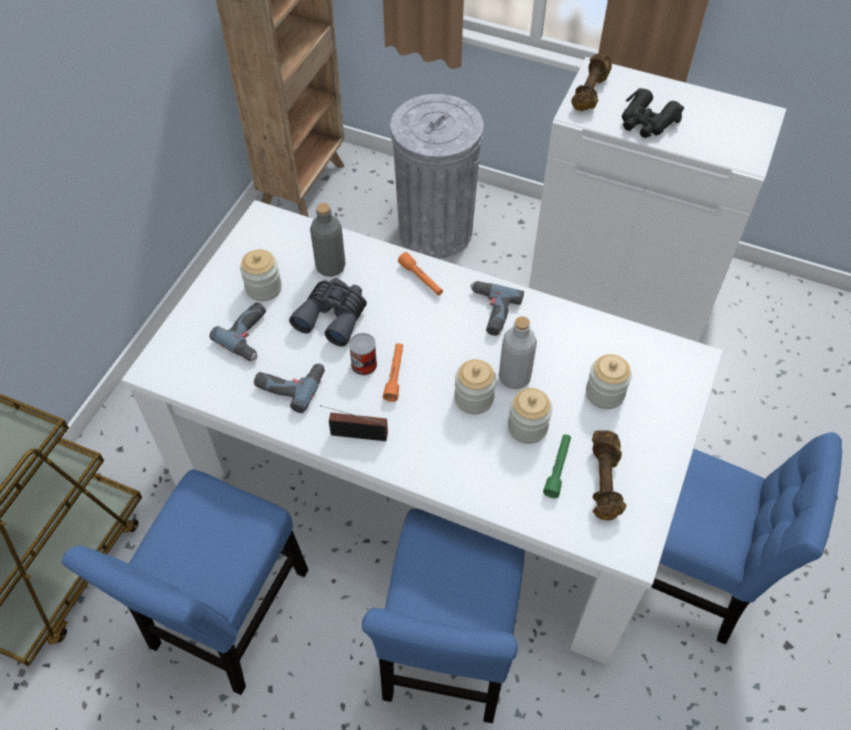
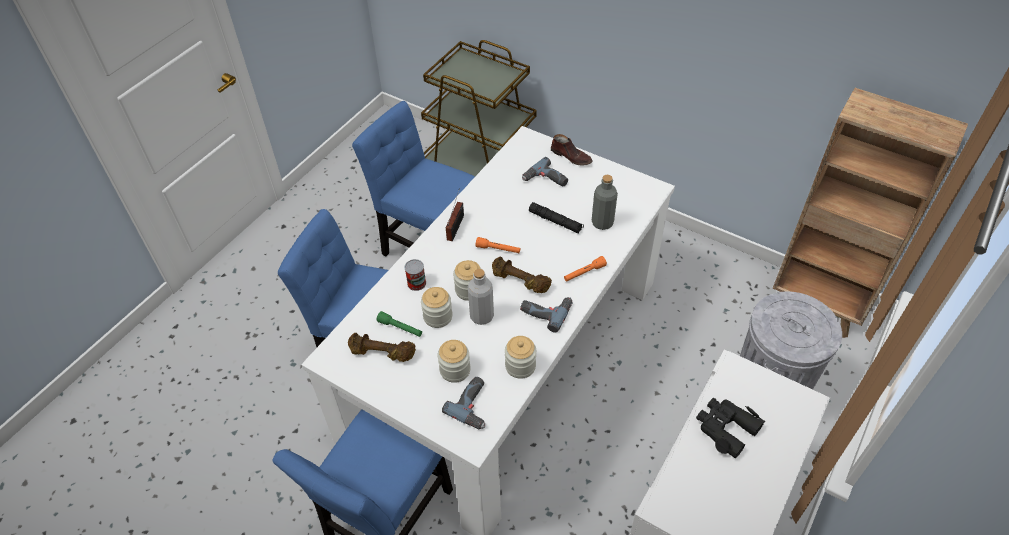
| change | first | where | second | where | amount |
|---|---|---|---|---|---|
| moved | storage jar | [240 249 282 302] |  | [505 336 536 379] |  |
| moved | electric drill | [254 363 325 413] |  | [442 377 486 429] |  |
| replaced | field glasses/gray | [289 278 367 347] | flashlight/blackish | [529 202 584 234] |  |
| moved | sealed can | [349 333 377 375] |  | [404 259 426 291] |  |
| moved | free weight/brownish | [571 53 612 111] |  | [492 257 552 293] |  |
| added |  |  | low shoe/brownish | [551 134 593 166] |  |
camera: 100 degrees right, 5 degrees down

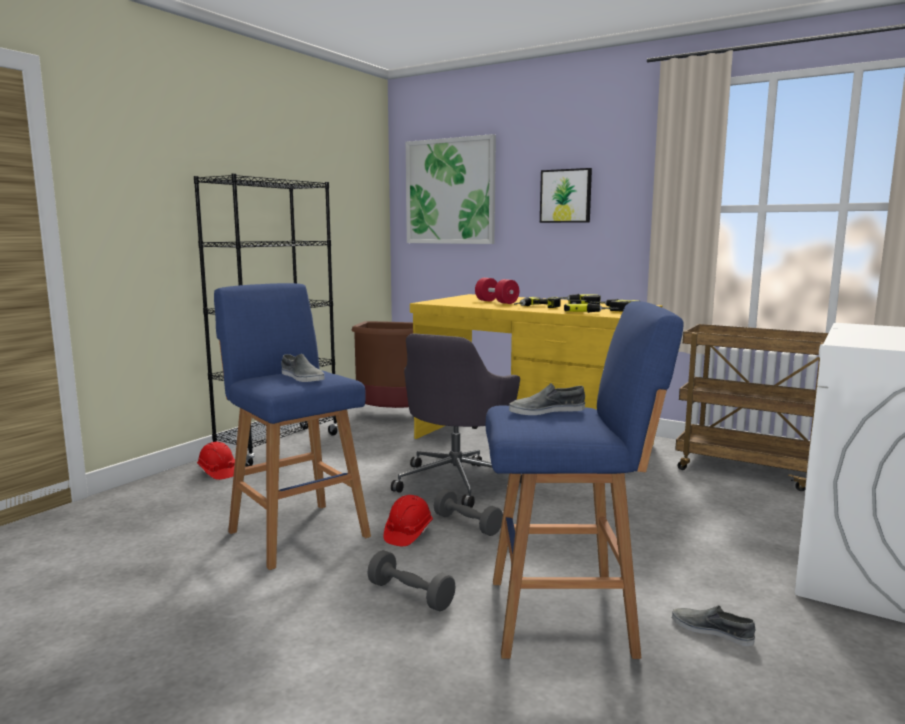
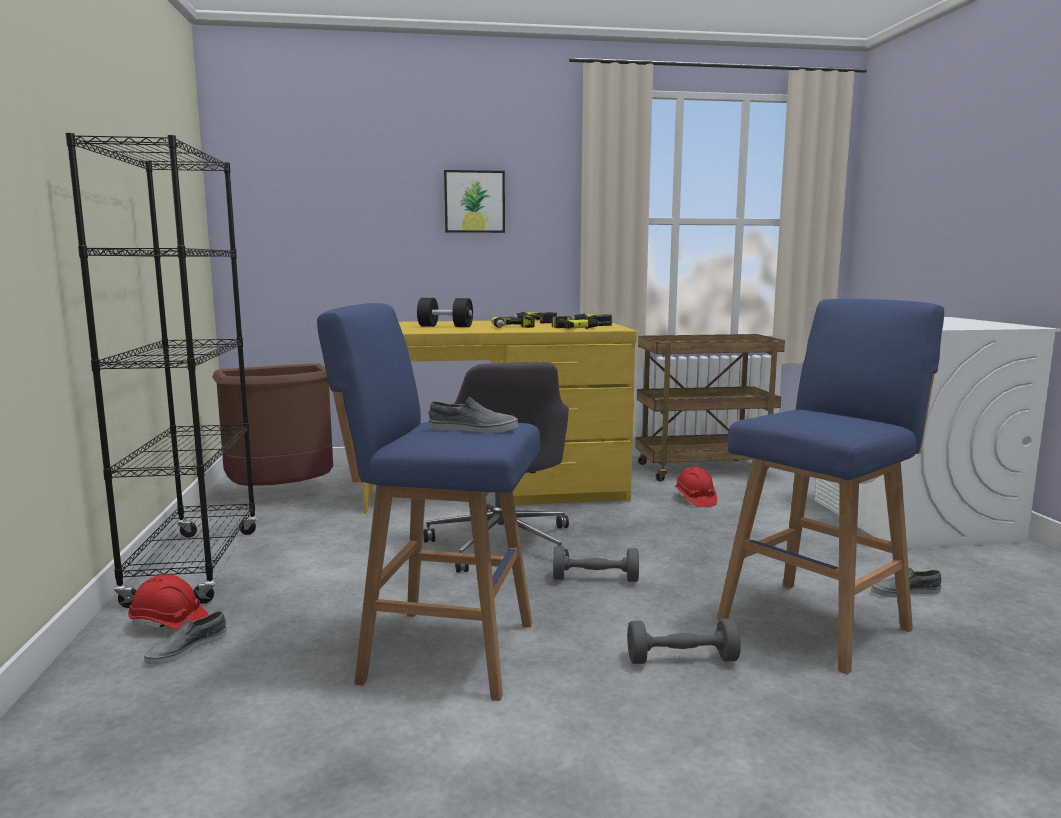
| change | first | where | second | where | amount |
|---|---|---|---|---|---|
| moved | work helmet/red-coloured | [384 495 433 546] |  | [675 467 717 507] |  |
| removed | wall art | [406 134 496 244] |  |  |  |
| recoloured | free weight/red-coloured | [475 278 519 304] | free weight/blackish | [417 298 473 327] |  |
| moved | low shoe/gray | [509 383 585 415] |  | [144 611 227 665] |  |
camera: 40 degrees left, 0 degrees up

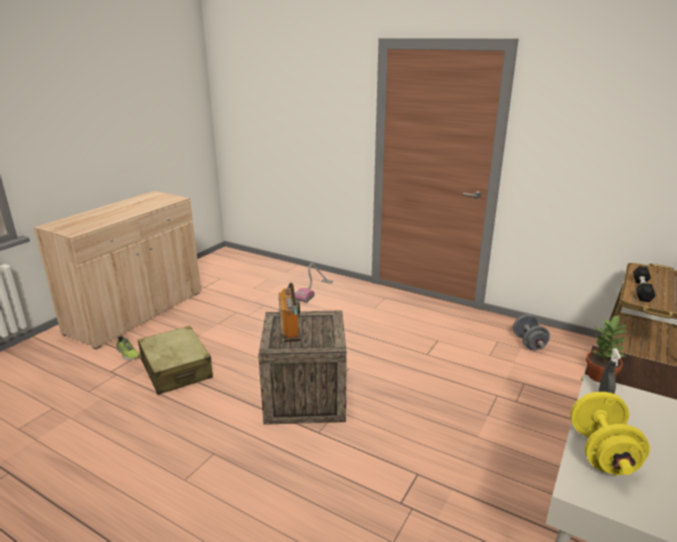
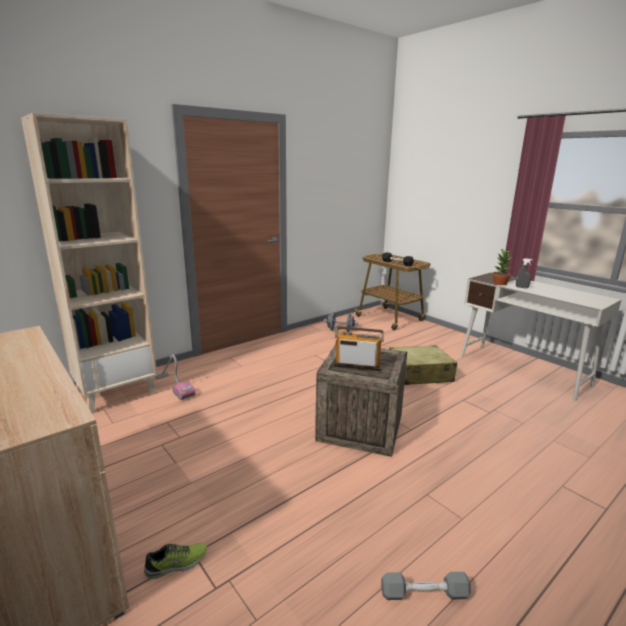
| change | first | where | second | where | amount |
|---|---|---|---|---|---|
| moved | piece of luggage/beige-coloured | [138 326 213 395] |  | [389 345 457 385] |  |
| removed | free weight/yellow-coloured | [570 392 650 475] |  |  |  |
| added |  |  | bookcase/beige-coloured | [21 113 157 413] |  |
| added |  |  | free weight/gray | [381 572 471 600] |  |
camera: 70 degrees left, 5 degrees down

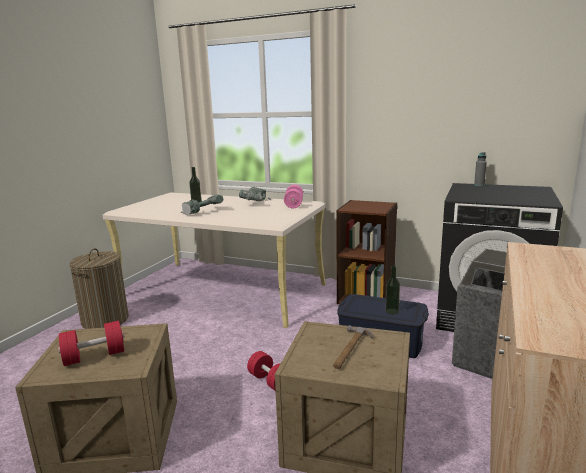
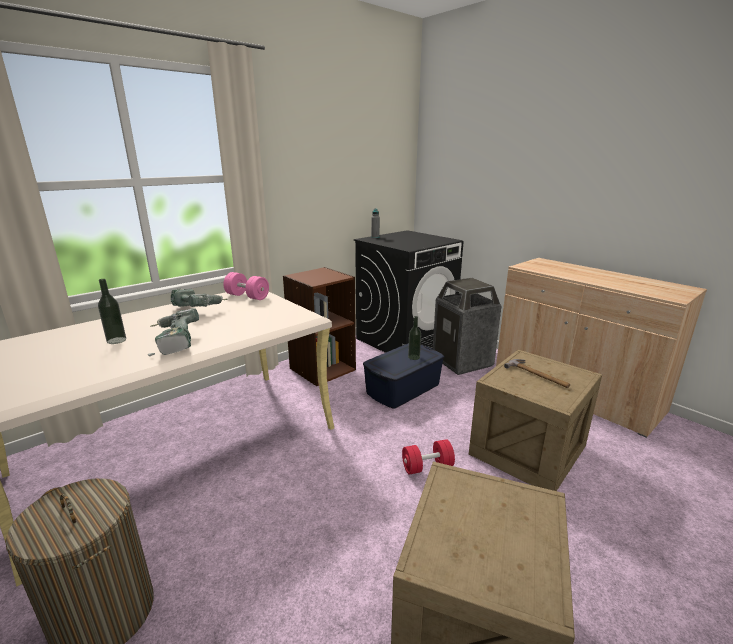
| change | first | where | second | where | amount |
|---|---|---|---|---|---|
| removed | free weight/red-coloured | [58 321 124 366] |  |  |  |
camera: 65 degrees left, 5 degrees up

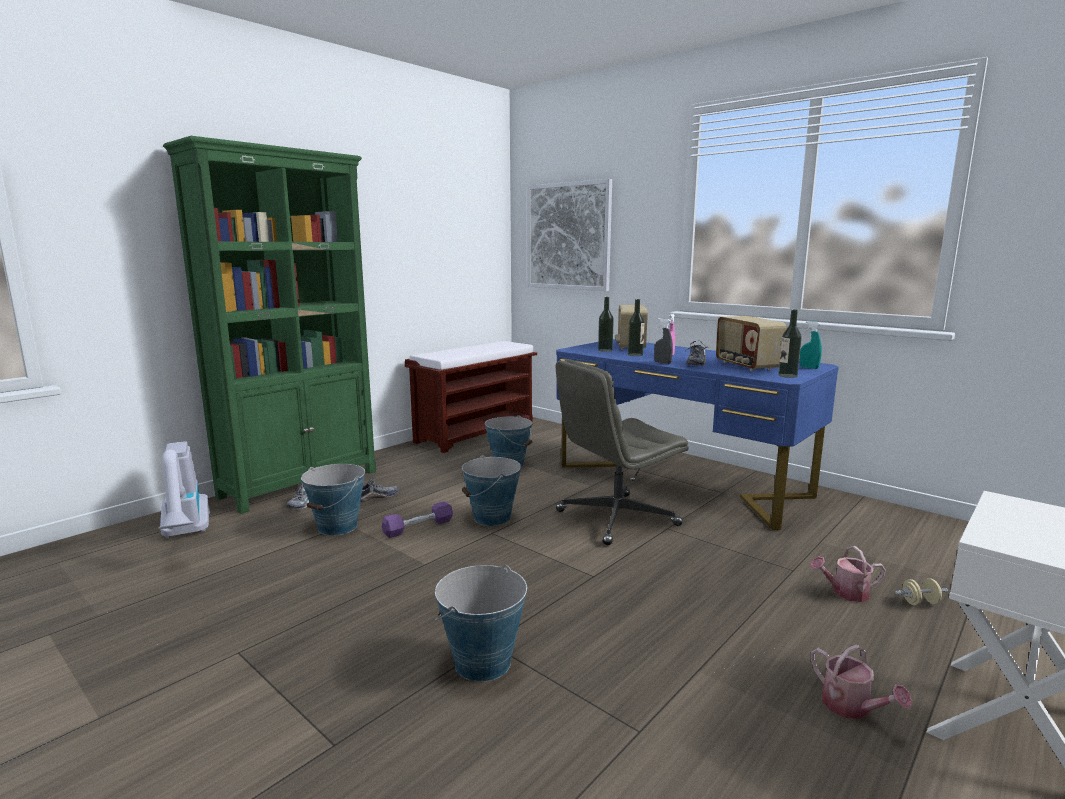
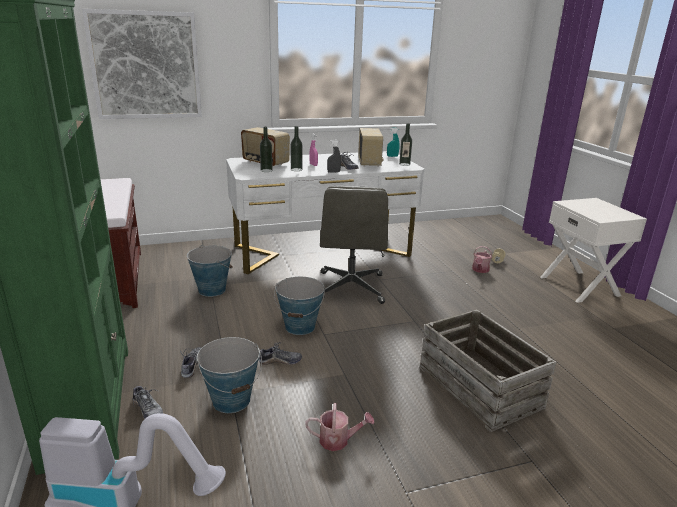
| change | first | where | second | where | amount |
|---|---|---|---|---|---|
| replaced | free weight/purple | [382 501 453 538] | low shoe | [259 342 302 365] |  |
| replaced | pail | [435 565 527 682] | packing crate | [419 309 557 432] |  |
| recoloured | desk/bluish | [556 339 839 530] | desk/white-coloured | [226 151 424 274] |  |
| turned | radio set | [716 316 787 371] |  | [358 128 383 167] | 105 degrees counterclockwise |
| moved | watering pot | [810 645 912 719] |  | [305 403 375 451] |  |
camera: 60 degrees left, 10 degrees up

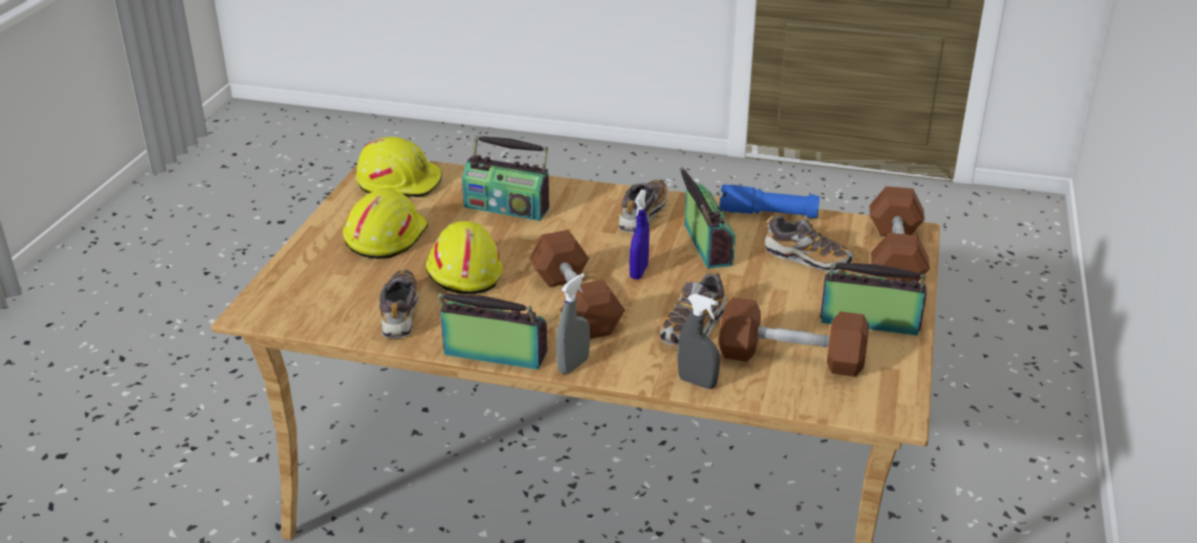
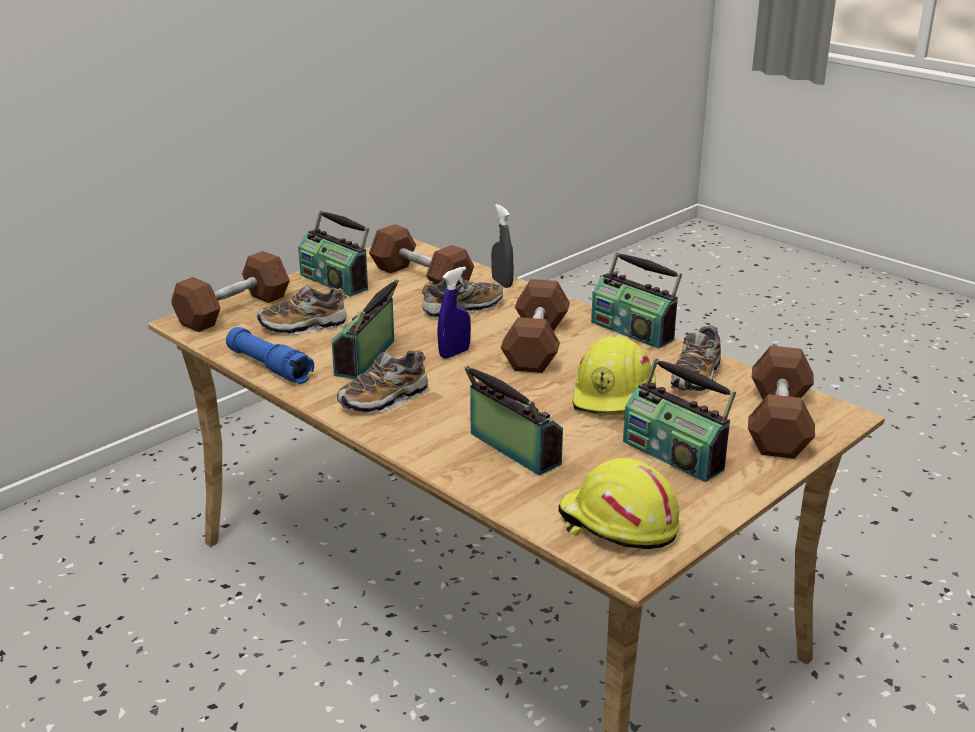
| change | first | where | second | where | amount |
|---|---|---|---|---|---|
| replaced | work helmet/yellow-coloured | [343 189 428 259] | radio set | [623 358 736 482] |  |
| removed | hand sprayer/gray | [556 273 590 374] |  |  |  |
| turned | low shoe | [765 215 853 272] |  | [257 285 347 335] | 75 degrees counterclockwise |
| added |  |  | free weight/brownish | [748 346 815 459] |  |
camera: 150 degrees left, 5 degrees down

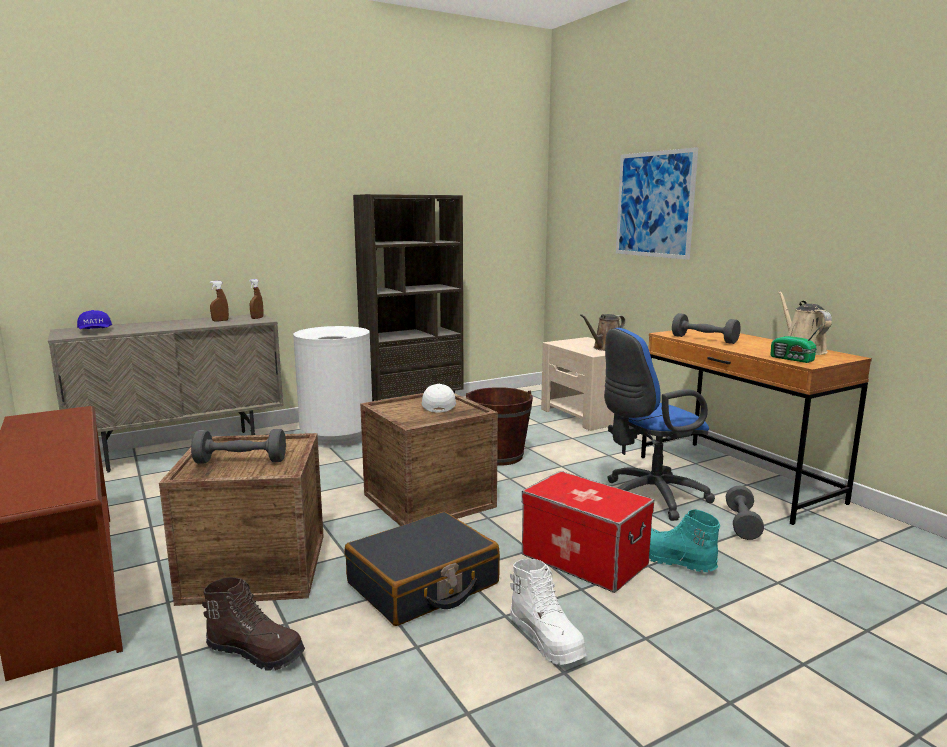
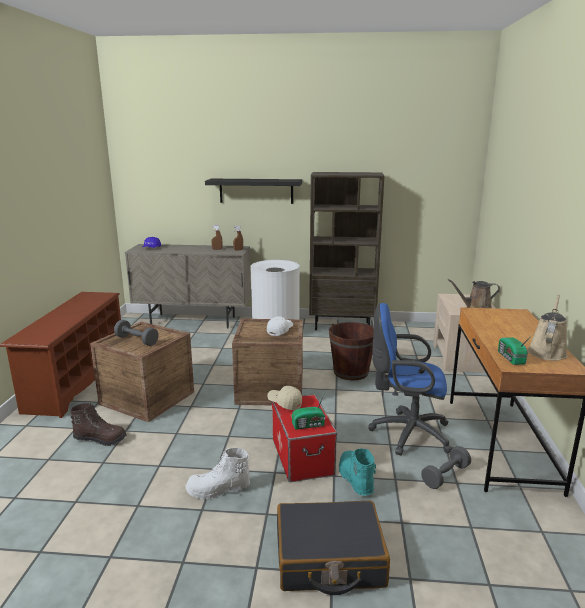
| change | first | where | second | where | amount |
|---|---|---|---|---|---|
| turned | boot/brownish | [202 577 305 671] |  | [70 403 127 446] | 45 degrees counterclockwise |
| moved | piece of luggage/blackish | [345 512 500 626] |  | [277 501 390 595] |  |
| turned | boot/white-coloured | [510 559 587 665] |  | [185 448 250 500] | 75 degrees clockwise |
| removed | wall art | [616 147 698 260] |  |  |  |
| removed | free weight/gray | [672 313 740 344] |  |  |  |
| added |  |  | wall shelf/blackish | [205 179 302 204] |  |
| added |  |  | peaked cap/beige-coloured | [267 386 302 410] |  |
| added |  |  | radio set | [292 394 325 430] |  |
camera: 35 degrees right, 5 degrees up

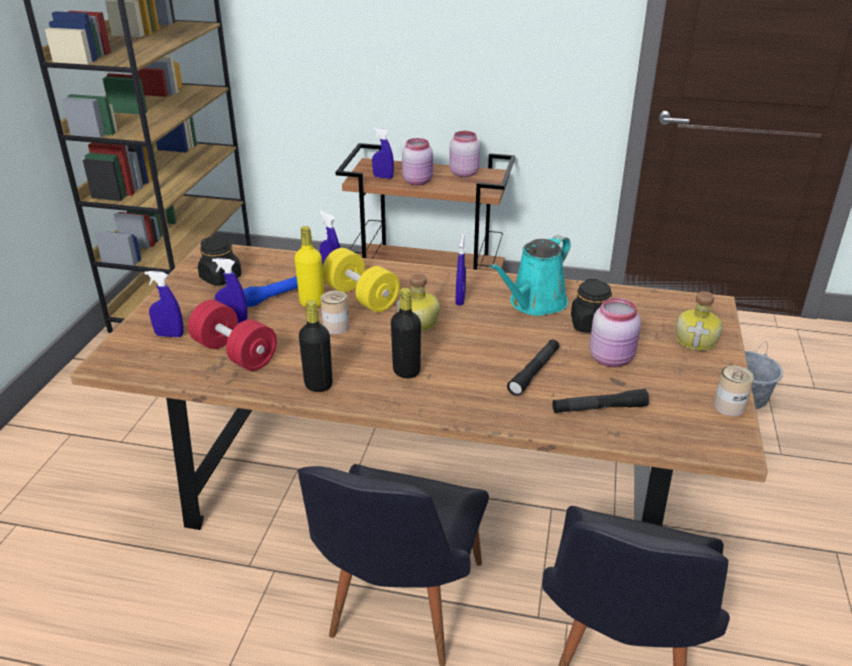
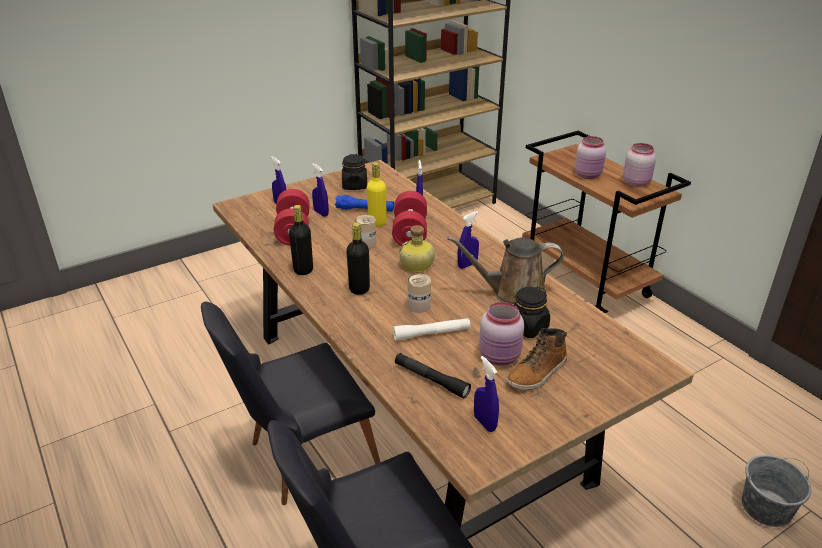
| change | first | where | second | where | amount |
|---|---|---|---|---|---|
| recoloured | free weight/yellow-coloured | [322 248 400 312] | free weight/red-coloured | [392 191 427 246] |  |
| moved | hand sprayer/bluish | [372 128 394 179] |  | [474 356 499 432] |  |
| recoloured | watering pot/turquoise-coloured | [489 235 571 316] | watering pot/brownish | [447 236 564 304] |  |
| recoloured | flashlight/blackish | [507 339 560 396] | flashlight/white-coloured | [393 318 470 341] |  |
| removed | drink bottle | [676 291 723 351] |  |  |  |
| moved | sealed can | [714 365 754 416] |  | [407 274 431 313] |  |
| added |  |  | boot | [506 328 567 390] |  |
camera: 45 degrees right, 0 degrees up

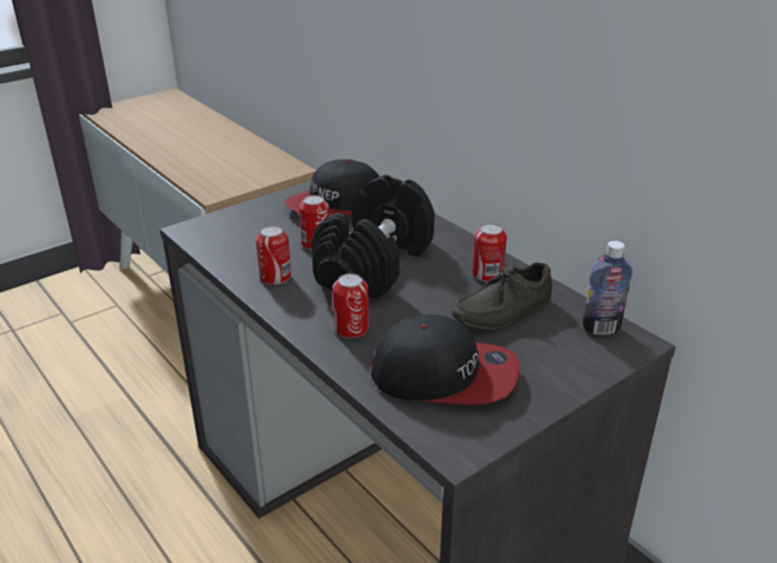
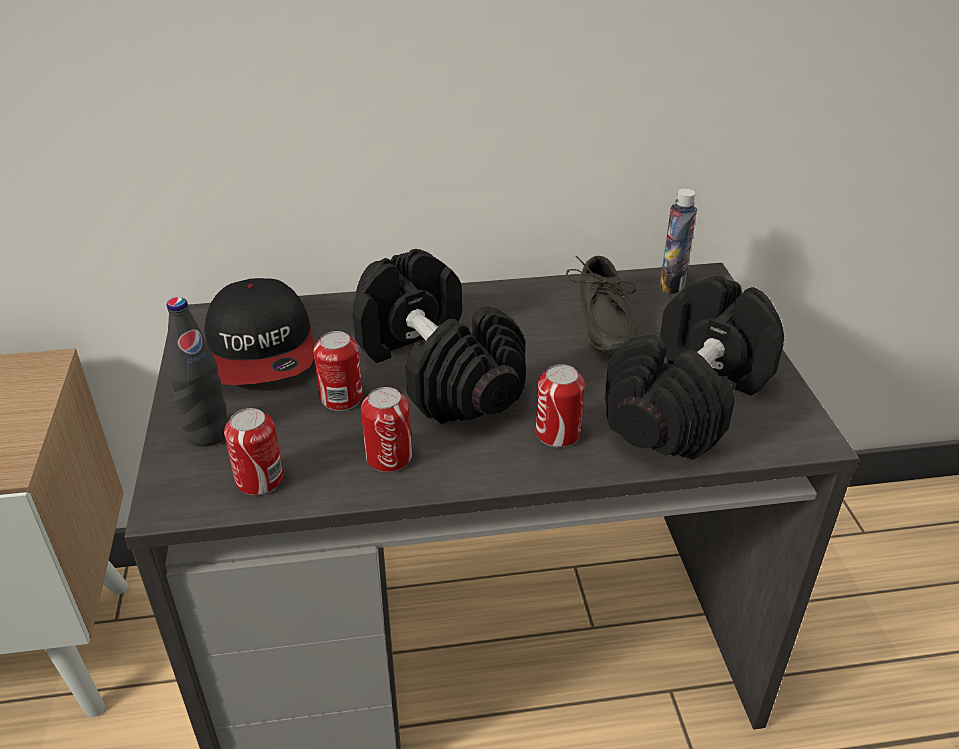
| change | first | where | second | where | amount |
|---|---|---|---|---|---|
| replaced | peaked cap | [371 314 520 404] | free weight/blackish | [605 276 784 460] |  |
| moved | sealed can | [472 223 507 282] |  | [224 408 283 495] |  |
| added |  |  | drink bottle/blackish | [167 297 229 447] |  |
camera: 60 degrees left, 5 degrees up

